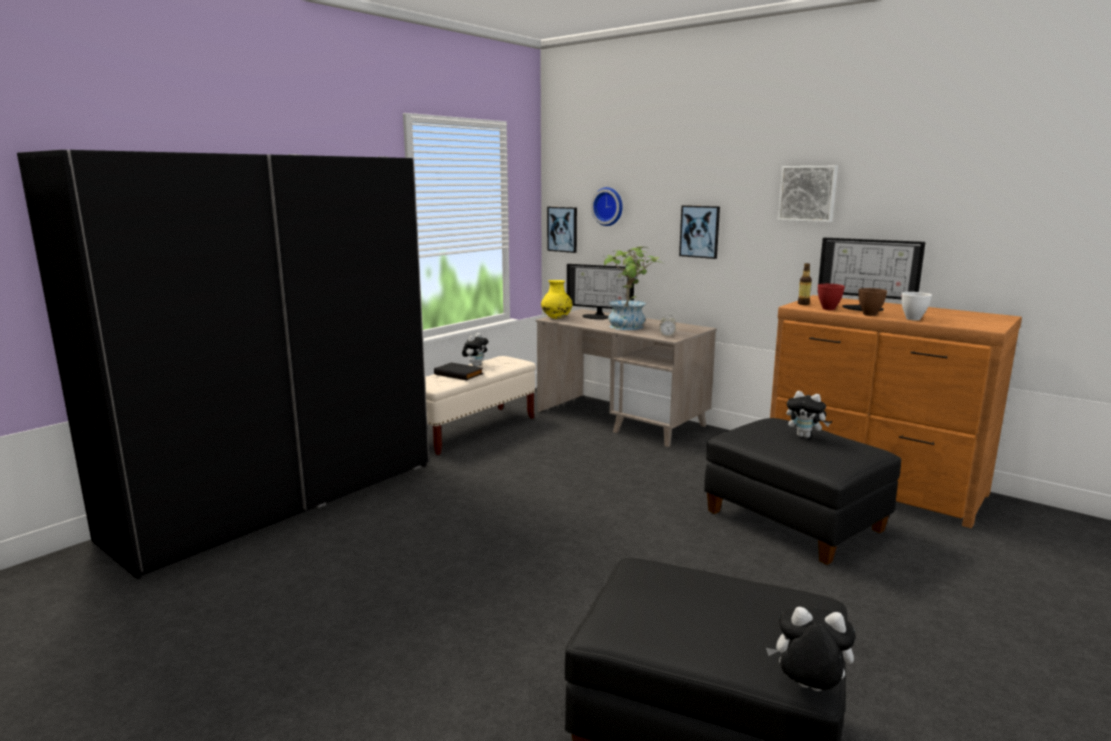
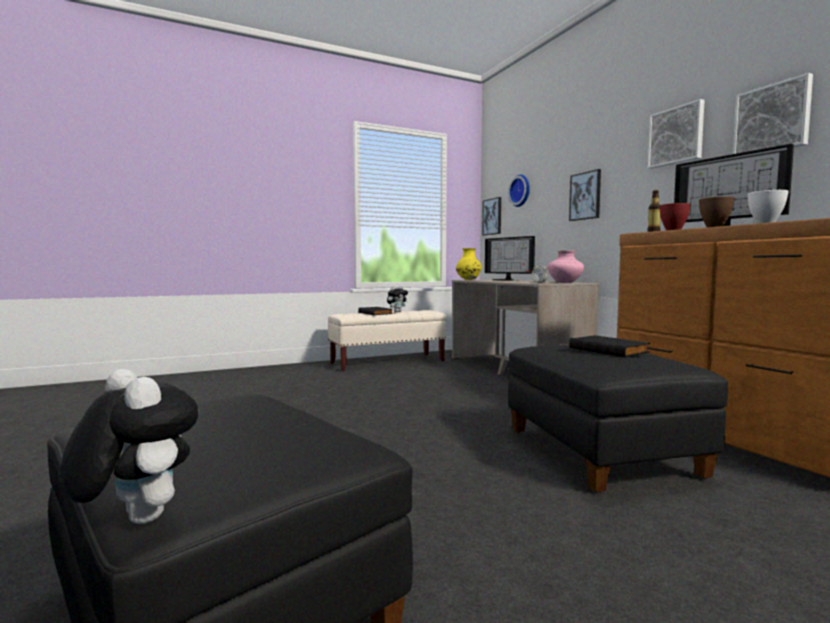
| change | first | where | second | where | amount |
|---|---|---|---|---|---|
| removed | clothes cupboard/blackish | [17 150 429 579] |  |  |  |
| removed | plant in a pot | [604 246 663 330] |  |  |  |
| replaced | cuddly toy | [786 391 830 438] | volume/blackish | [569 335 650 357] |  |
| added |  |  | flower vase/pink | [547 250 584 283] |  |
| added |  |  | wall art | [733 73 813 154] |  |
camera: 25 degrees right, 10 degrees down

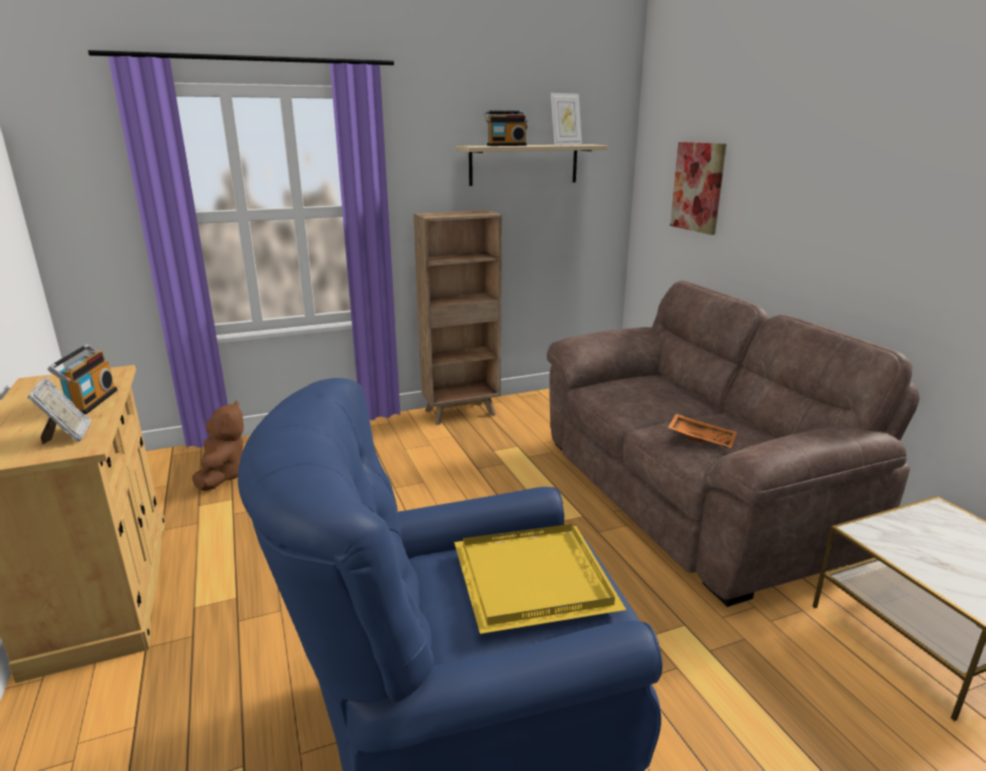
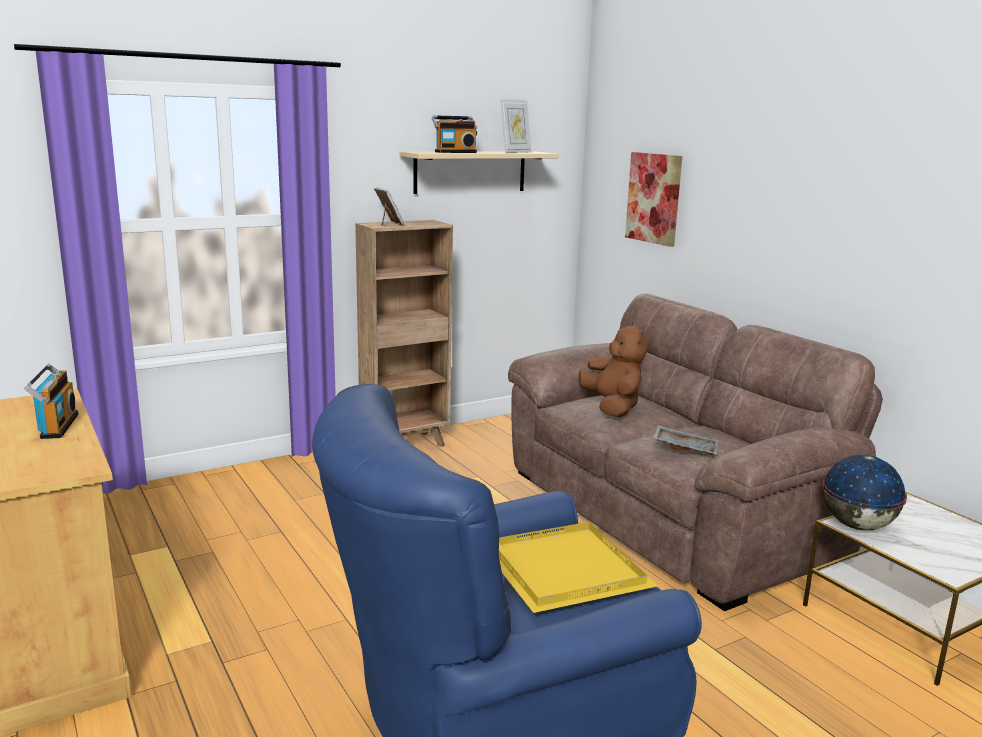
| change | first | where | second | where | amount |
|---|---|---|---|---|---|
| moved | photo frame | [28 377 91 444] |  | [374 187 404 226] |  |
| moved | cuddly toy/brownish | [192 400 244 491] |  | [579 322 647 417] |  |
| recoloured | serving tray/orange | [668 414 737 448] | serving tray/gray | [653 425 719 455] |  |
| added |  |  | globe | [822 455 907 530] |  |
camera: 10 degrees left, 5 degrees down

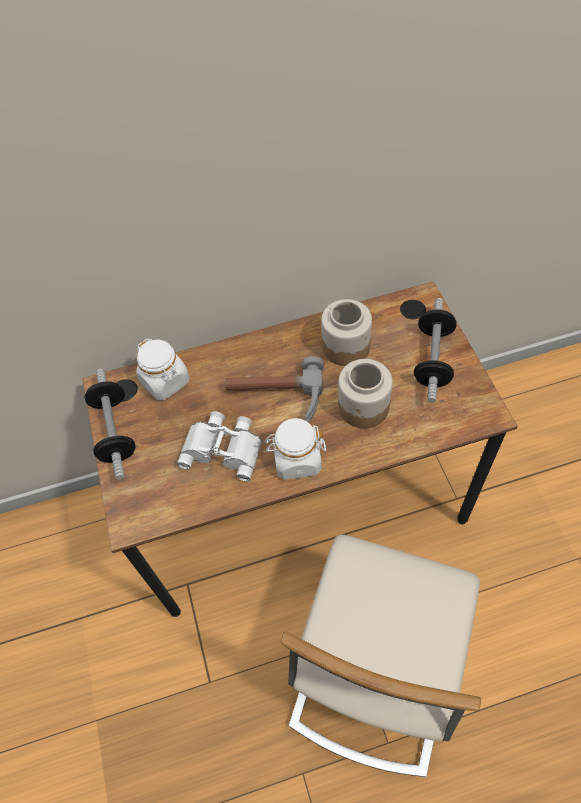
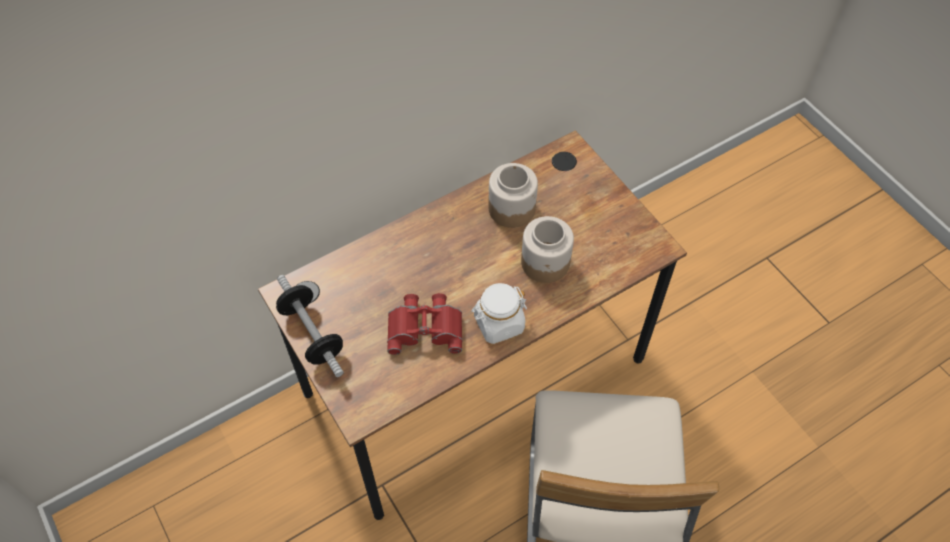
| change | first | where | second | where | amount |
|---|---|---|---|---|---|
| removed | storage jar/white-coloured | [136 339 189 400] |  |  |  |
| recoloured | field glasses/white-coloured | [177 411 262 481] | field glasses/red-coloured | [387 293 462 355] |  |
| removed | tool hammer | [225 356 324 423] |  |  |  |
| removed | free weight | [414 298 456 403] |  |  |  |
camera: 20 degrees left, 0 degrees up

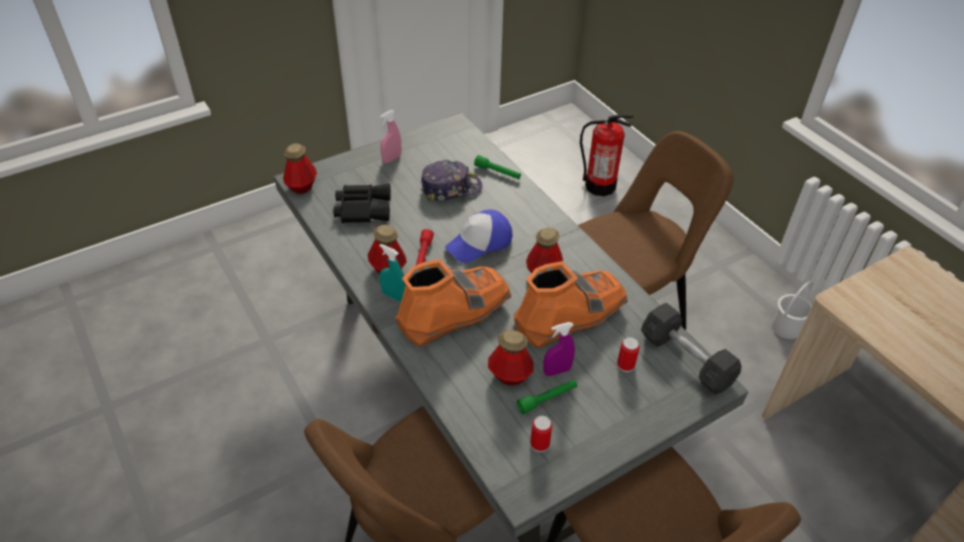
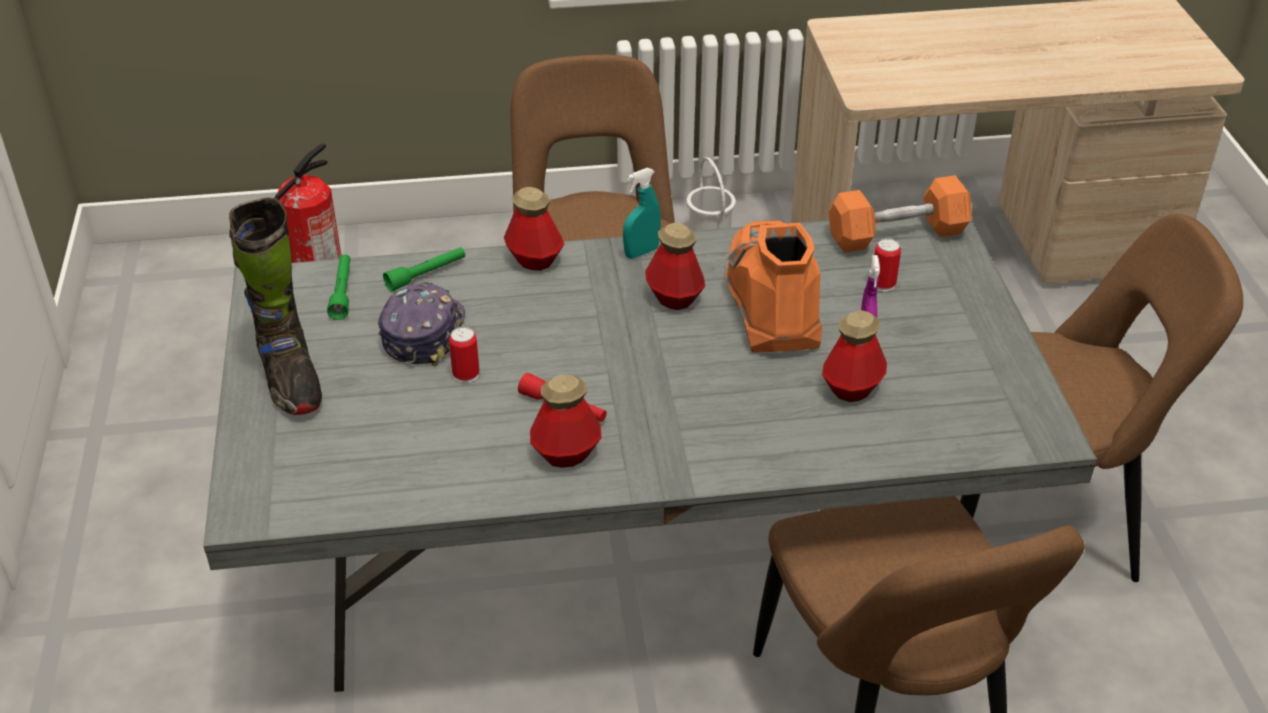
| change | first | where | second | where | amount |
|---|---|---|---|---|---|
| moved | drink bottle | [283 144 317 194] |  | [504 187 564 271] |  |
| removed | field glasses/blackish | [333 183 391 223] |  |  |  |
| moved | hand sprayer/turquoise-coloured | [379 244 405 302] |  | [623 168 661 258] |  |
| replaced | hand sprayer/pink | [380 110 401 163] | boot/blackish | [229 198 322 415] |  |
| removed | boot/orange | [396 259 511 347] |  |  |  |
| removed | peaked cap | [445 210 512 263] |  |  |  |
| moved | flashlight/green-coloured | [516 380 577 414] |  | [327 254 350 320] |  |
| moved | sealed can | [530 416 552 452] |  | [449 327 479 383] |  |
| recoloured | free weight/gray | [641 303 741 395] | free weight/orange | [829 175 972 253] |  |
camera: 65 degrees left, 5 degrees down

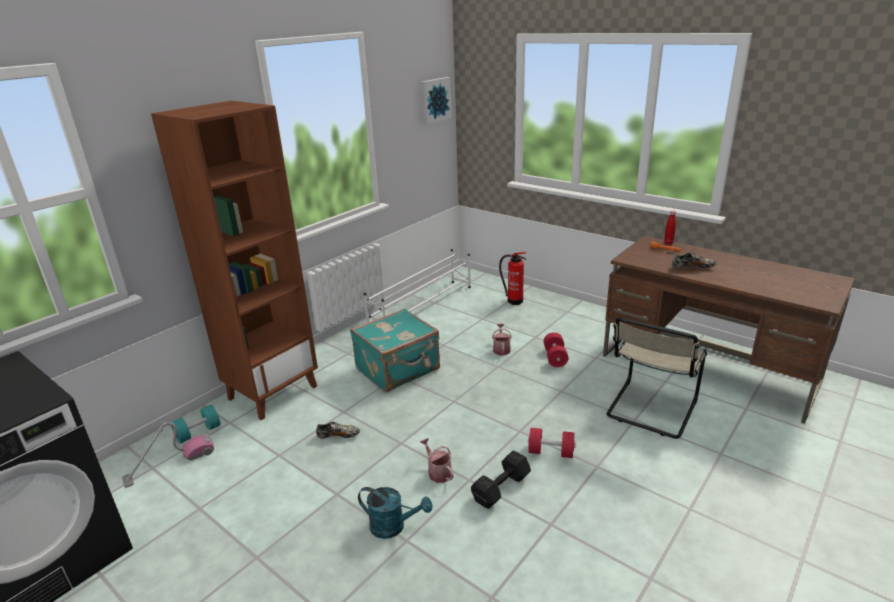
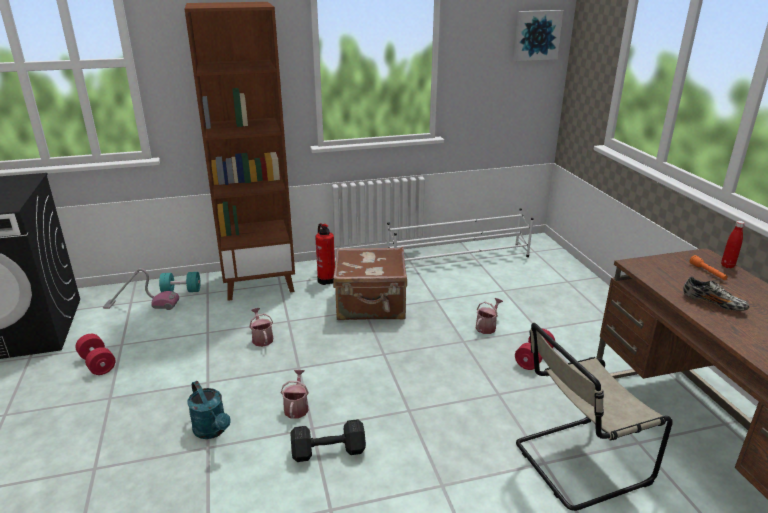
| change | first | where | second | where | amount |
|---|---|---|---|---|---|
| replaced | low shoe | [316 422 360 439] | watering pot | [249 308 273 347] |  |
| recoloured | piece of luggage/turquoise-coloured | [350 308 440 392] | piece of luggage/brownish | [333 247 407 320] |  |
| moved | fire-fighting cylinder | [499 252 527 305] |  | [315 223 335 285] |  |
| moved | free weight/red-coloured | [528 428 576 458] |  | [75 334 115 375] |  |
camera: 35 degrees right, 0 degrees up

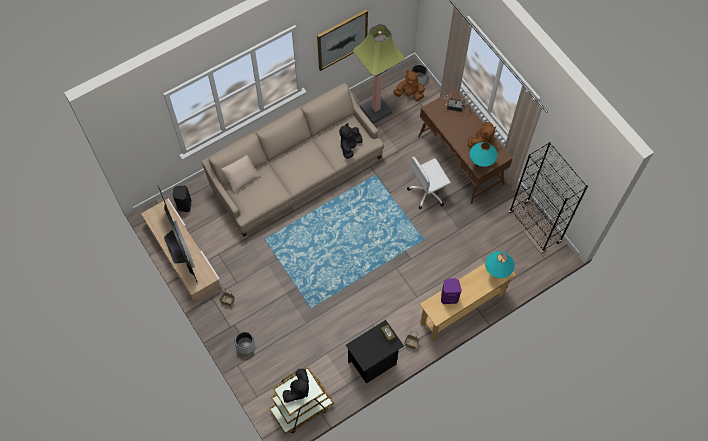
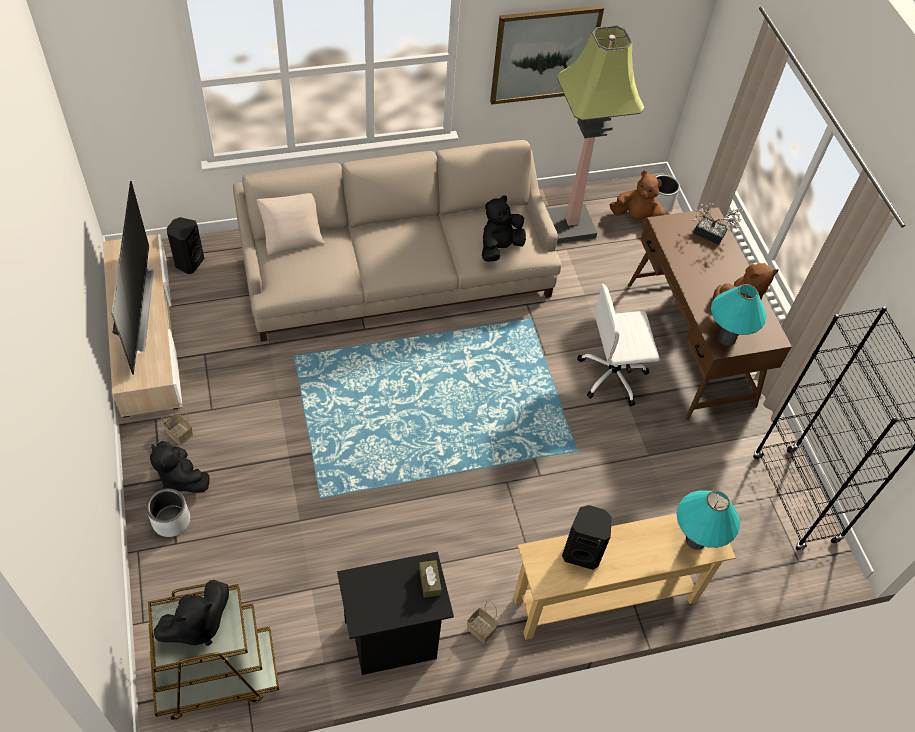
| change | first | where | second | where | amount |
|---|---|---|---|---|---|
| recoloured | loudspeaker/purple | [441 278 462 304] | loudspeaker/blackish | [562 505 612 570] |  |
| added |  |  | cuddly toy/blackish | [150 441 210 493] |  |
camera: 15 degrees right, 10 degrees down

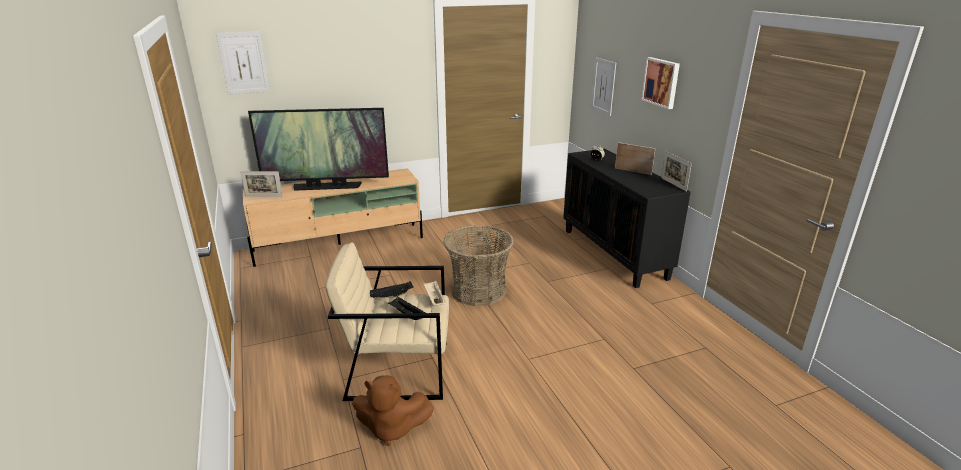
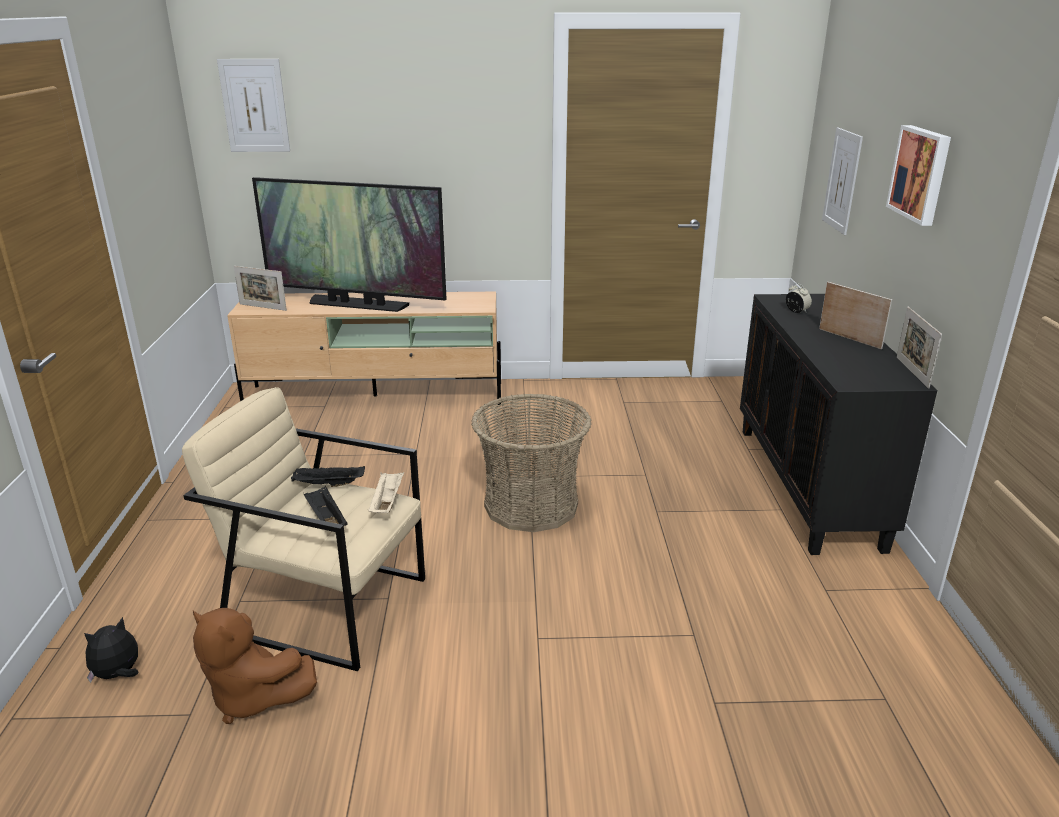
| change | first | where | second | where | amount |
|---|---|---|---|---|---|
| added |  |  | cuddly toy | [84 617 138 683] |  |
camera: 20 degrees right, 0 degrees up

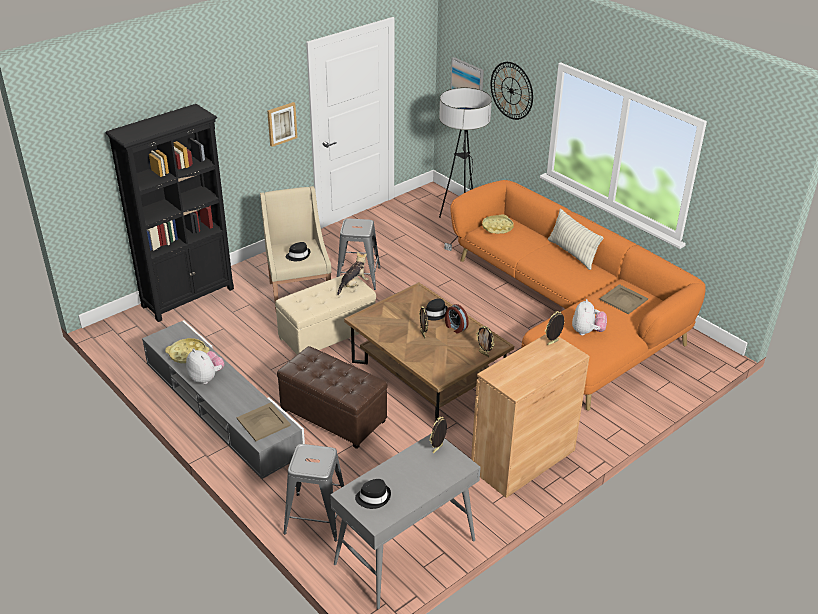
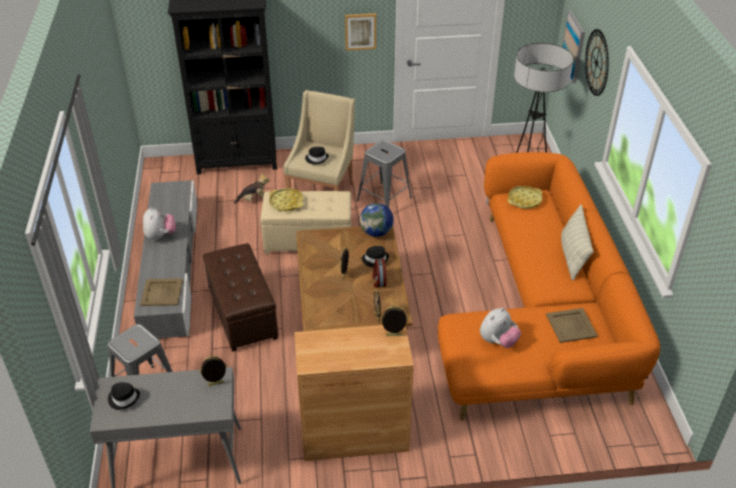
| change | first | where | second | where | amount |
|---|---|---|---|---|---|
| moved | serving tray/yellow-coloured | [165 338 209 363] |  | [269 188 304 211] |  |
| moved | cuddly toy | [337 252 369 295] |  | [234 172 270 203] |  |
| added |  |  | globe | [360 203 394 237] |  |
camera: 35 degrees right, 5 degrees up

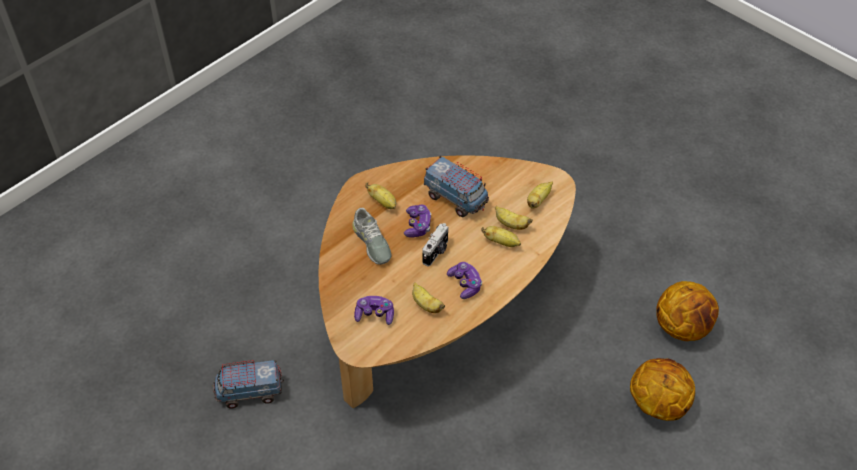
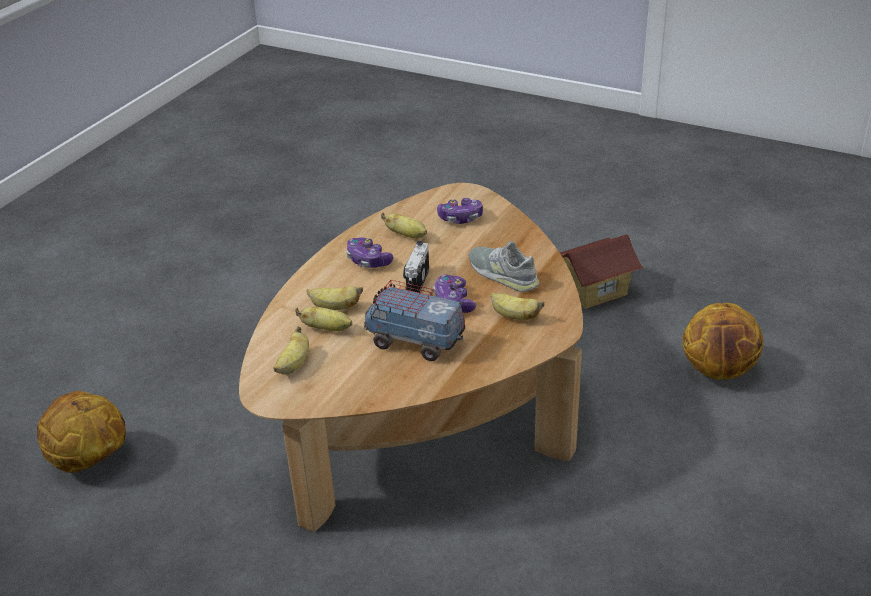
| change | first | where | second | where | amount |
|---|---|---|---|---|---|
| replaced | toy lorry | [213 360 284 409] | miniature house | [560 234 644 309] |  |
| moved | basketball | [630 358 695 421] |  | [682 303 763 380] |  |
camera: 165 degrees right, 15 degrees down

